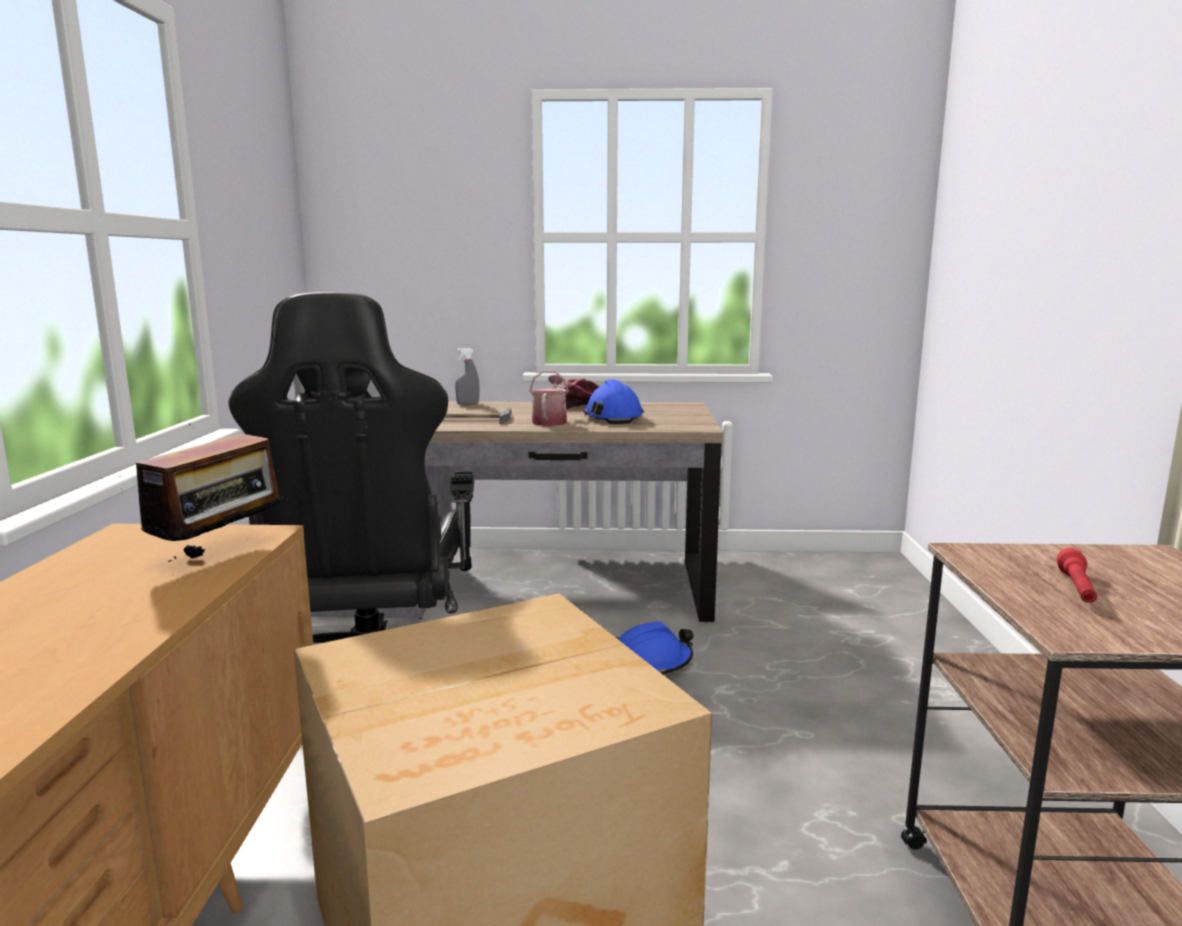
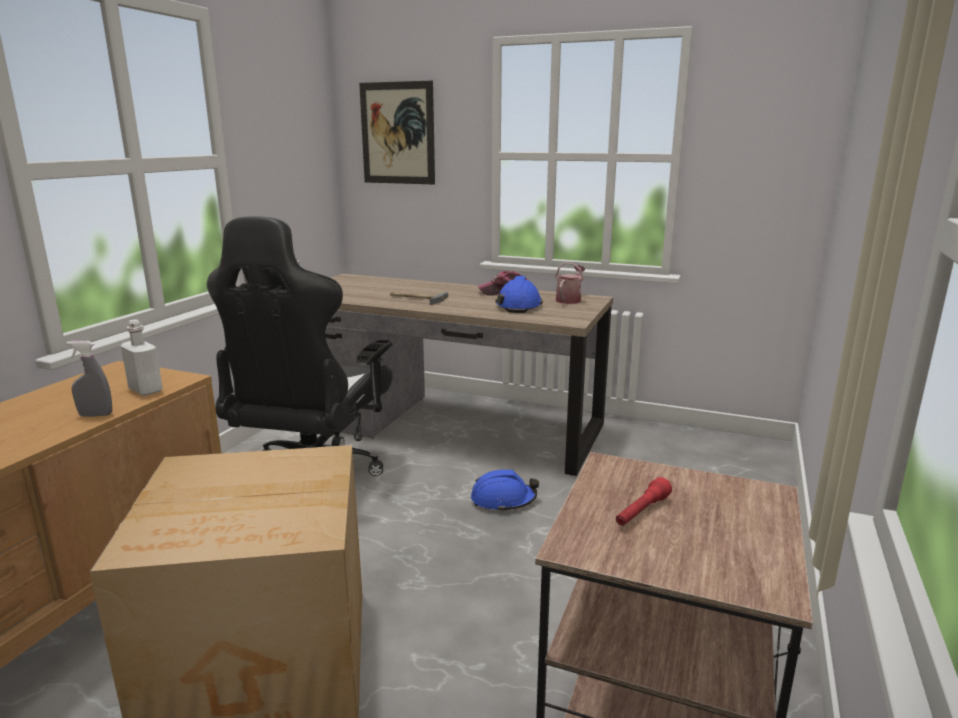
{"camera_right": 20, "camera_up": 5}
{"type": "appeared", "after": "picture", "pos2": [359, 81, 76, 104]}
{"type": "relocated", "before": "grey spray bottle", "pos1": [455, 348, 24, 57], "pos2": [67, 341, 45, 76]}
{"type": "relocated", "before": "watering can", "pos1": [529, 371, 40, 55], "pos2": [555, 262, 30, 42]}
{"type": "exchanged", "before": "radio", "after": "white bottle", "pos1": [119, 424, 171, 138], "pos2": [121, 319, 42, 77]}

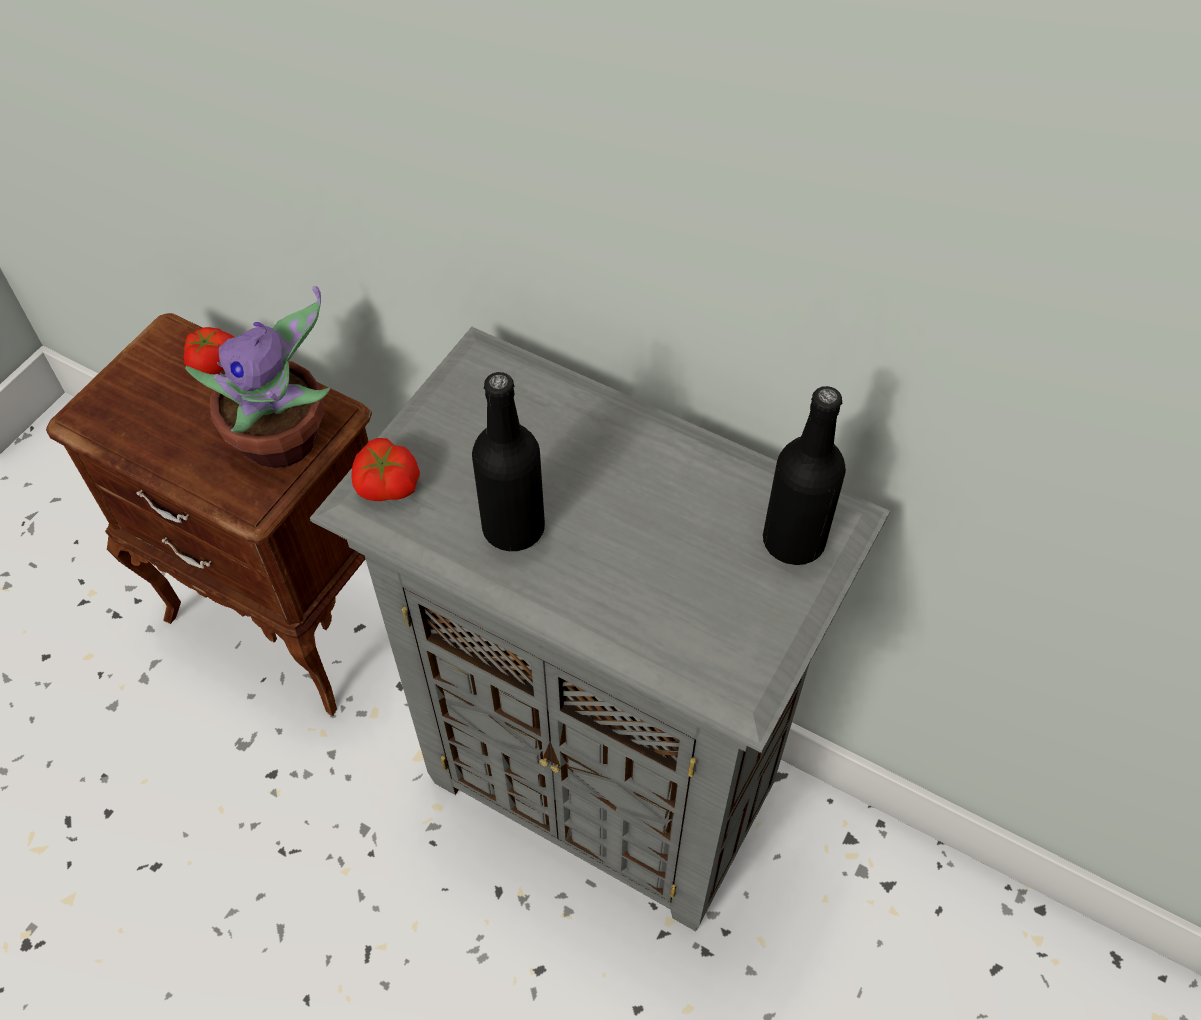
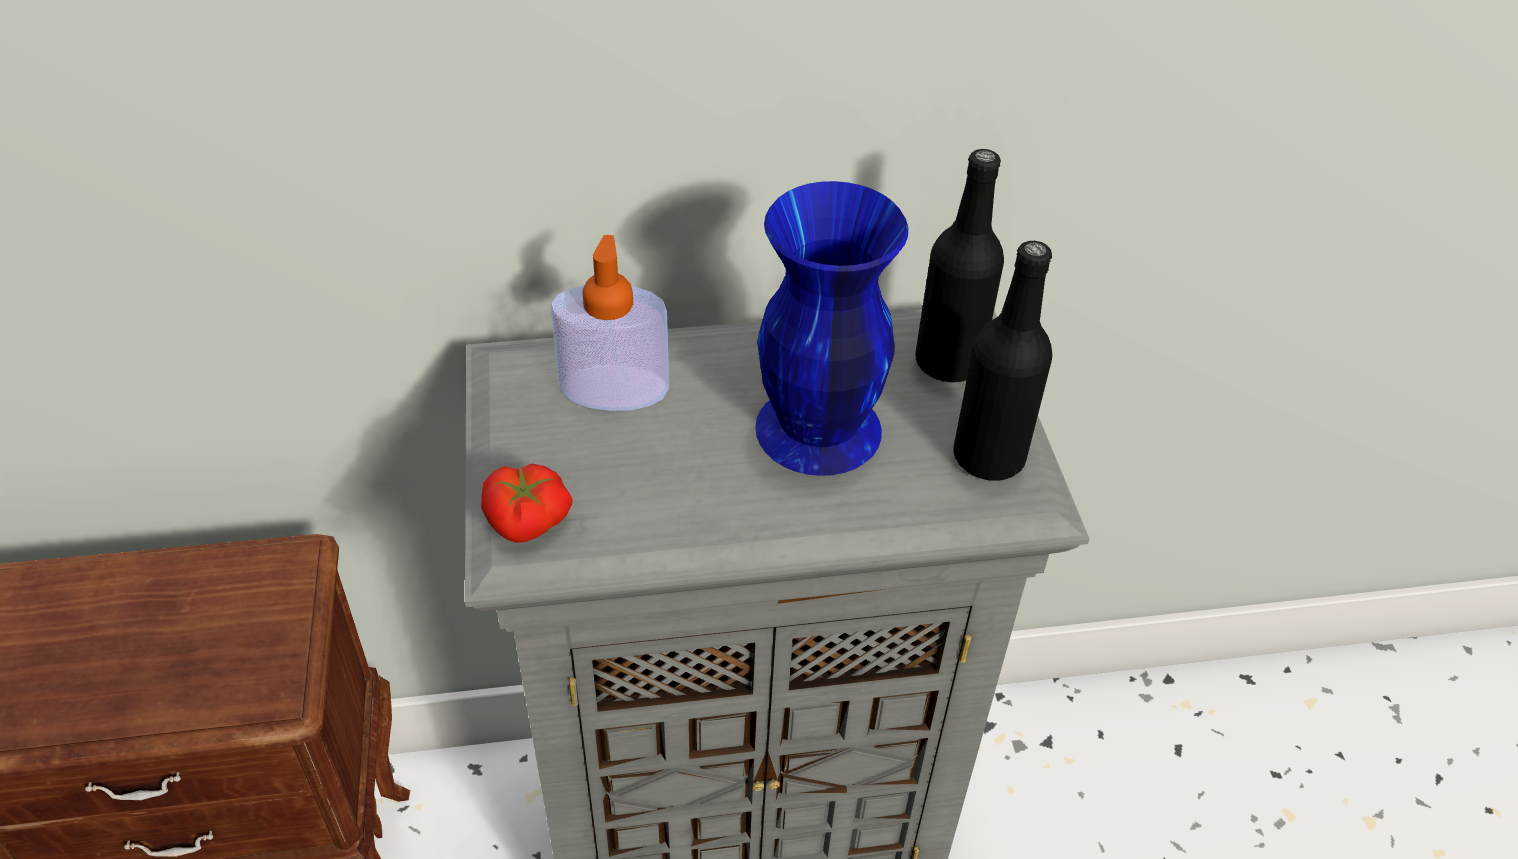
{"camera_right": -40, "camera_up": -10}
{"type": "missing", "before": "tomato", "pos1": [184, 327, 50, 47]}
{"type": "missing", "before": "potted plant", "pos1": [185, 286, 145, 182]}
{"type": "appeared", "after": "soap dispenser", "pos2": [550, 235, 119, 176]}
{"type": "appeared", "after": "blue vase", "pos2": [755, 181, 153, 295]}
{"type": "relocated", "before": "black bottle", "pos1": [472, 372, 73, 179], "pos2": [953, 241, 99, 240]}

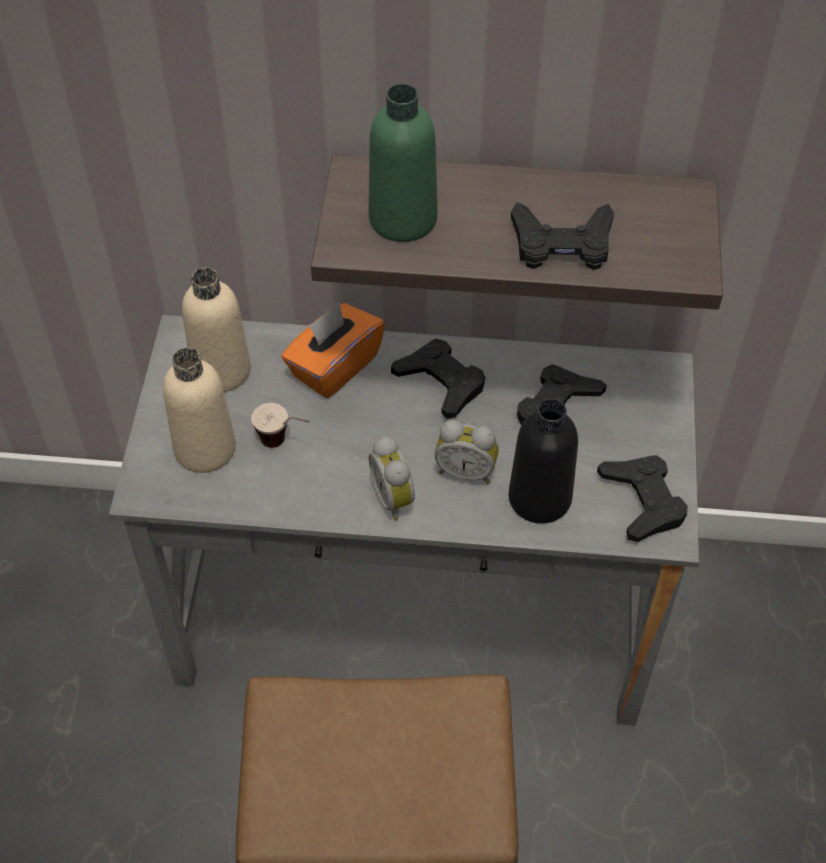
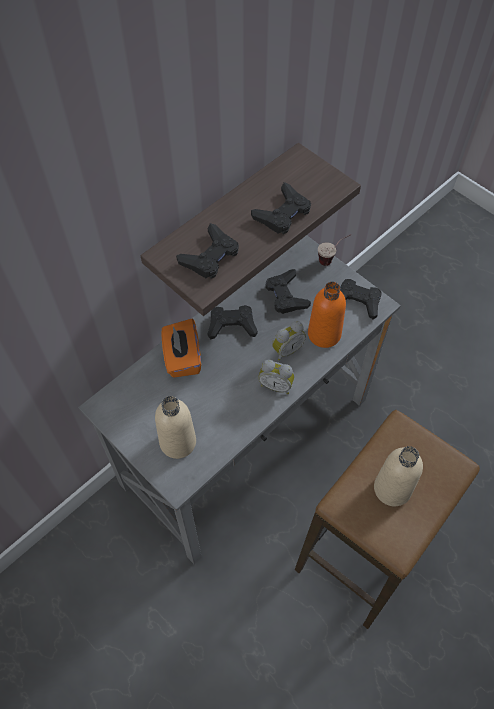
{"camera_right": -50, "camera_up": 5}
{"type": "relocated", "before": "beige bottle", "pos1": [182, 267, 69, 125], "pos2": [374, 446, 49, 60]}
{"type": "relocated", "before": "cup", "pos1": [251, 403, 59, 45], "pos2": [318, 234, 33, 32]}
{"type": "exchanged", "before": "green bottle", "after": "black game controller", "pos1": [369, 84, 69, 158], "pos2": [176, 223, 63, 56]}
{"type": "colour", "before": "black bottle", "after": "orange bottle", "pos1": [509, 399, 69, 125], "pos2": [308, 282, 38, 66]}

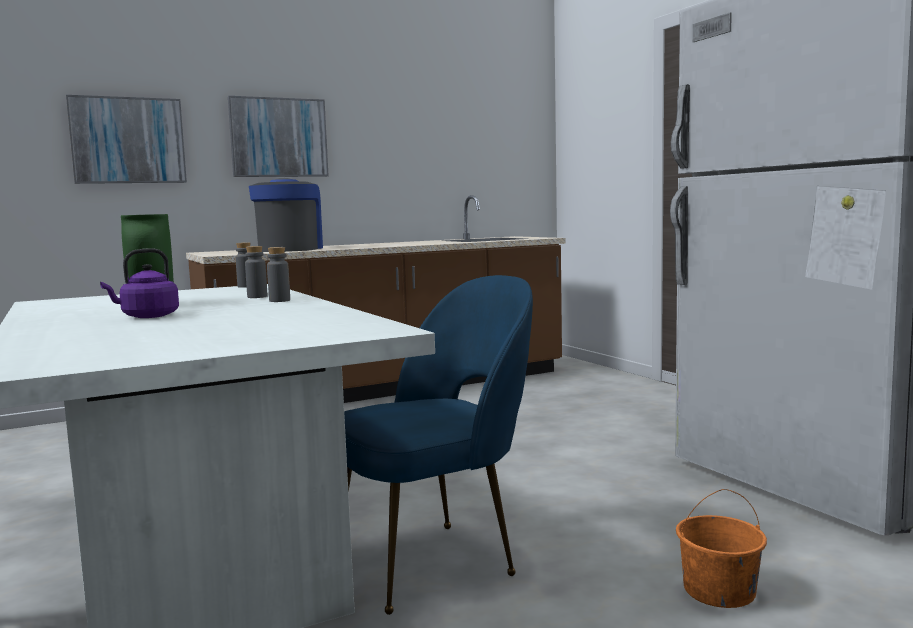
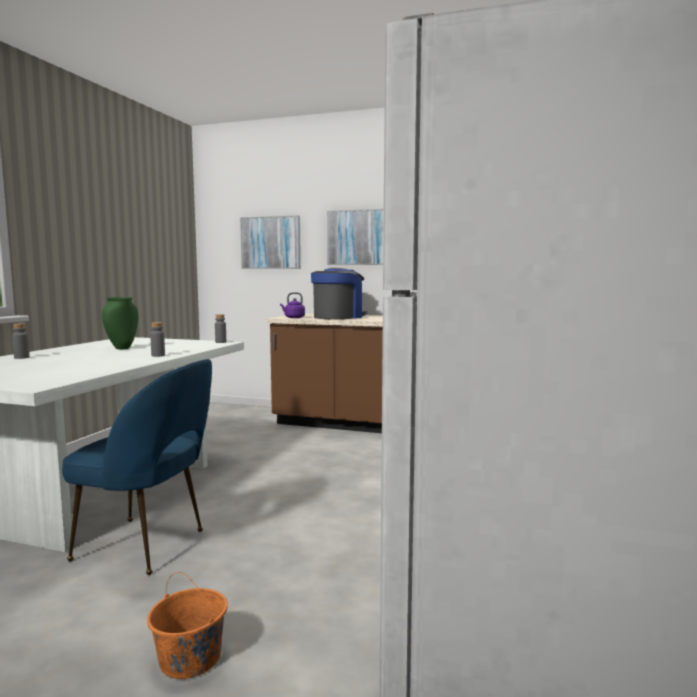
{"camera_right": 45, "camera_up": 0}
{"type": "relocated", "before": "purple kettle", "pos1": [100, 248, 79, 70], "pos2": [280, 292, 25, 26]}
{"type": "relocated", "before": "grey bottle", "pos1": [245, 246, 22, 52], "pos2": [12, 323, 17, 36]}

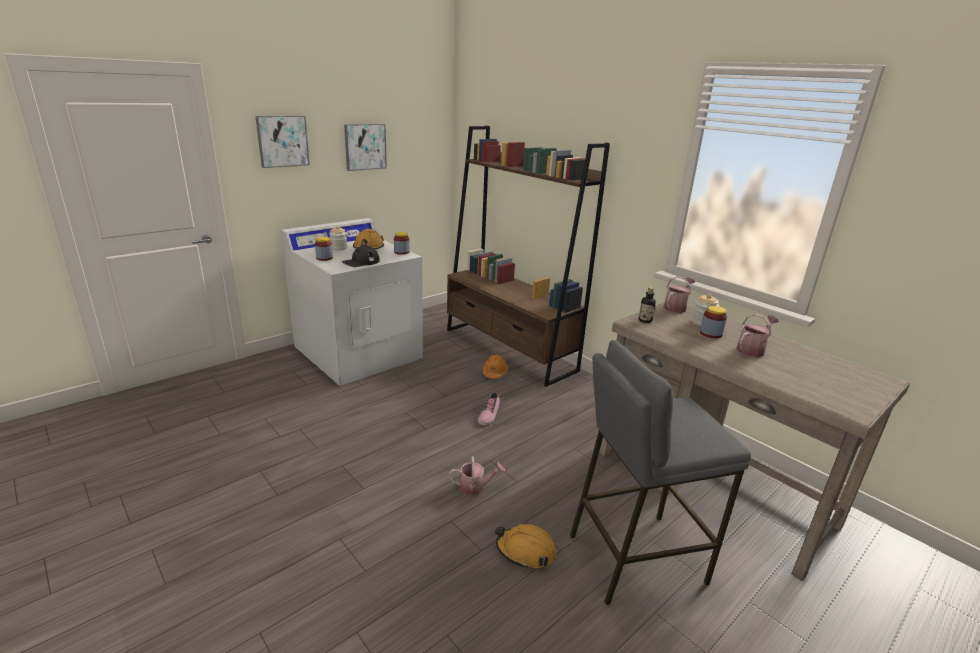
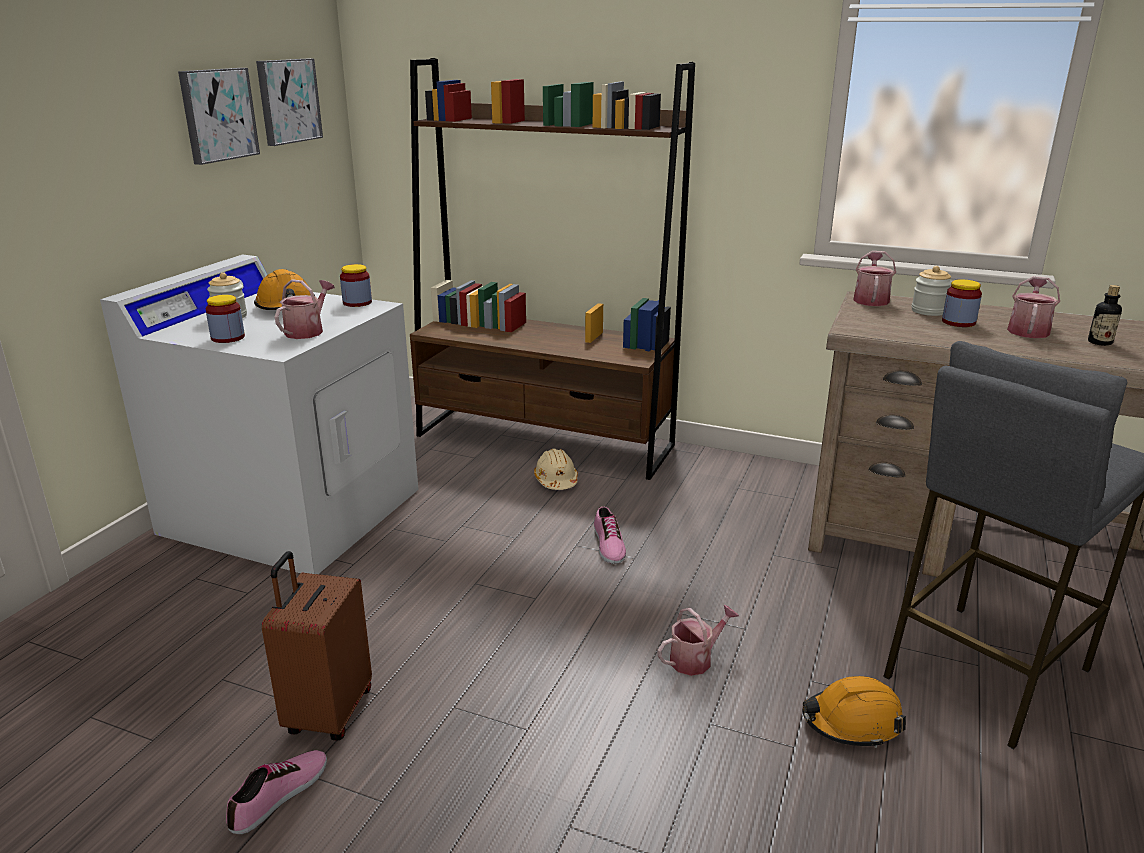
{"camera_right": -25, "camera_up": 0}
{"type": "appeared", "after": "shoe", "pos2": [226, 750, 101, 84]}
{"type": "appeared", "after": "brown suitcase", "pos2": [262, 551, 110, 190]}
{"type": "relocated", "before": "picture", "pos1": [255, 116, 55, 52], "pos2": [256, 59, 67, 87]}
{"type": "relocated", "before": "bottle", "pos1": [639, 287, 17, 36], "pos2": [1088, 285, 34, 61]}
{"type": "exchanged", "before": "black cap", "after": "watering can", "pos1": [341, 246, 39, 21], "pos2": [275, 279, 60, 60]}
{"type": "colour", "before": "orange hard hat", "after": "beige hard hat", "pos1": [483, 354, 25, 24], "pos2": [534, 448, 44, 42]}

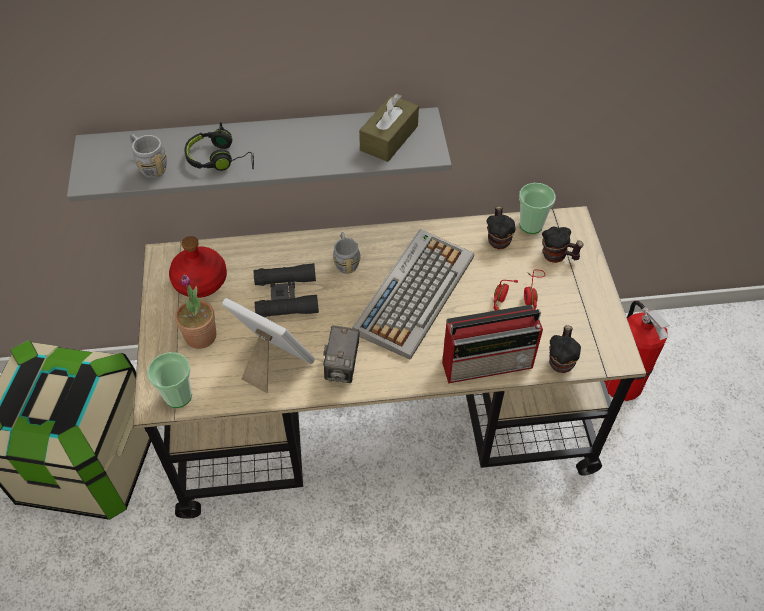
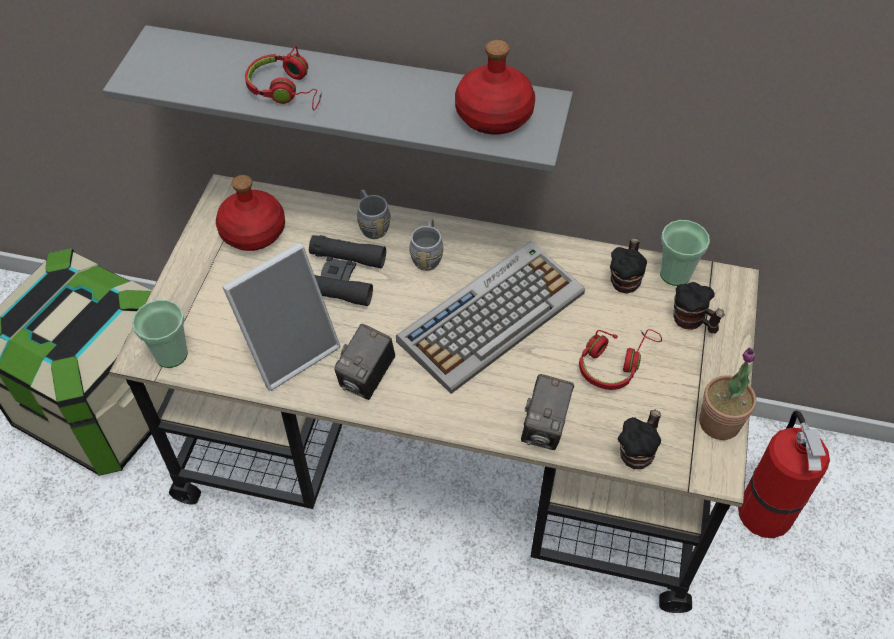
{"camera_right": 20, "camera_up": 0}
{"type": "relocated", "before": "grey mug", "pos1": [130, 134, 37, 44], "pos2": [357, 190, 34, 49]}
{"type": "relocated", "before": "potted plant", "pos1": [175, 275, 41, 74], "pos2": [699, 348, 57, 92]}
{"type": "exchanged", "before": "brown tissue box", "after": "red bottle", "pos1": [359, 94, 60, 68], "pos2": [455, 40, 80, 94]}
{"type": "exchanged", "before": "radio", "after": "photo camera", "pos1": [442, 305, 101, 79], "pos2": [521, 374, 53, 76]}
{"type": "colour", "before": "black headphones", "after": "red headphones", "pos1": [185, 122, 69, 49], "pos2": [245, 46, 77, 64]}
{"type": "spun", "before": "picture frame", "pos1": [222, 298, 93, 95], "pos2": [222, 243, 119, 148], "turn": 90}

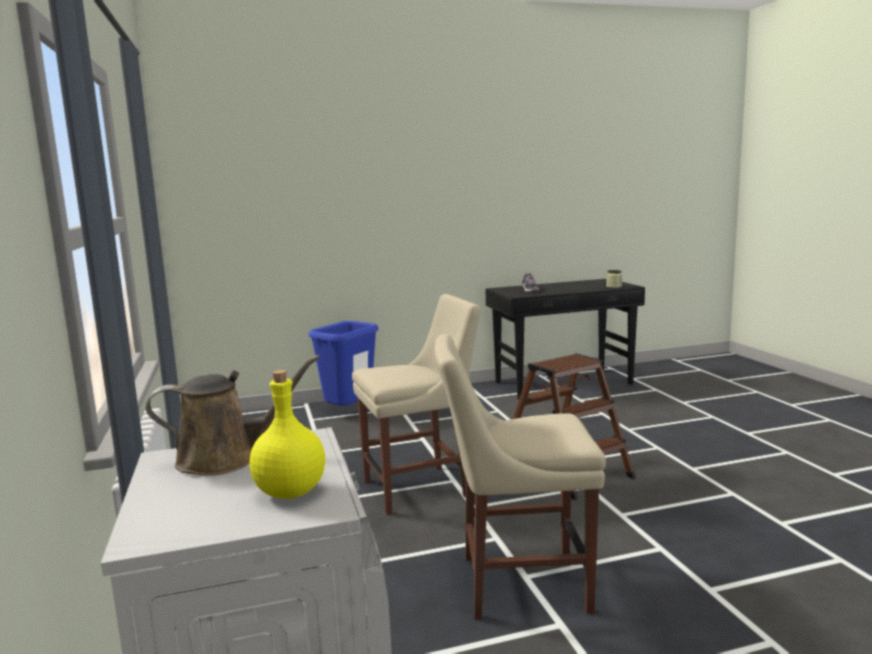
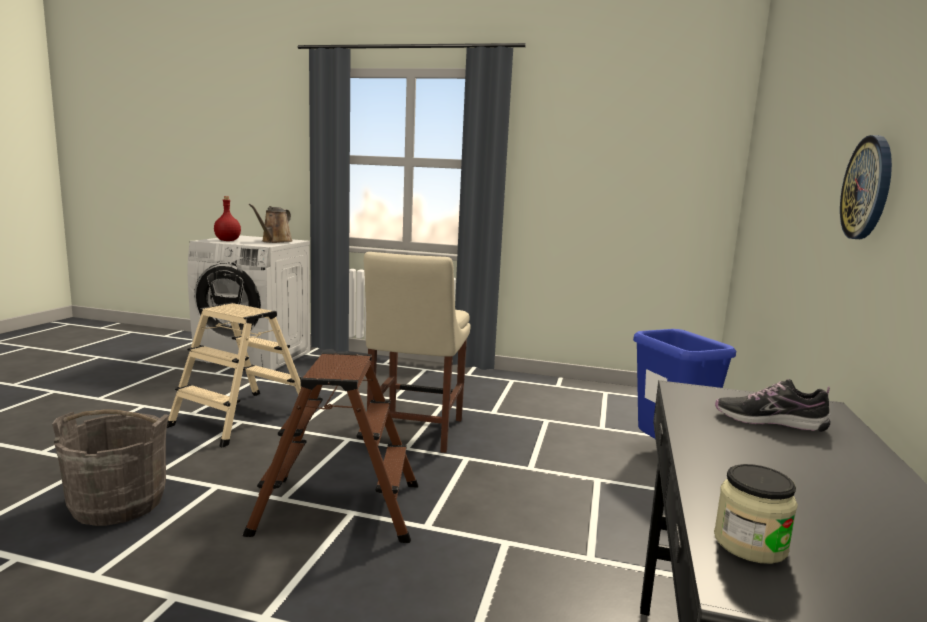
{"camera_right": 120, "camera_up": 0}
{"type": "appeared", "after": "grey bucket", "pos2": [52, 409, 117, 117]}
{"type": "appeared", "after": "wall clock", "pos2": [840, 135, 52, 104]}
{"type": "exchanged", "before": "beige chair", "after": "beige step ladder", "pos1": [435, 334, 171, 286], "pos2": [167, 302, 135, 145]}
{"type": "colour", "before": "yellow bottle", "after": "red bottle", "pos1": [250, 370, 75, 129], "pos2": [214, 196, 27, 45]}

